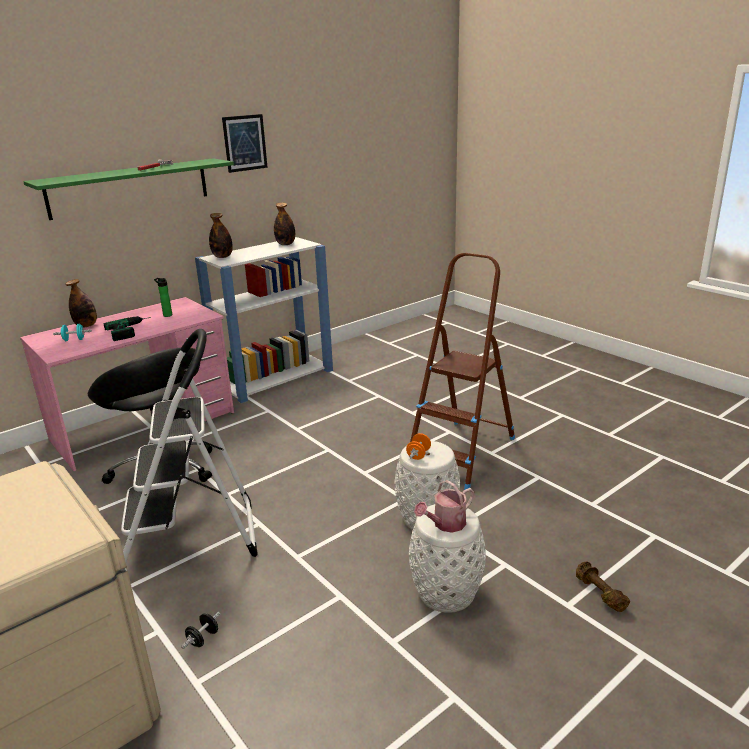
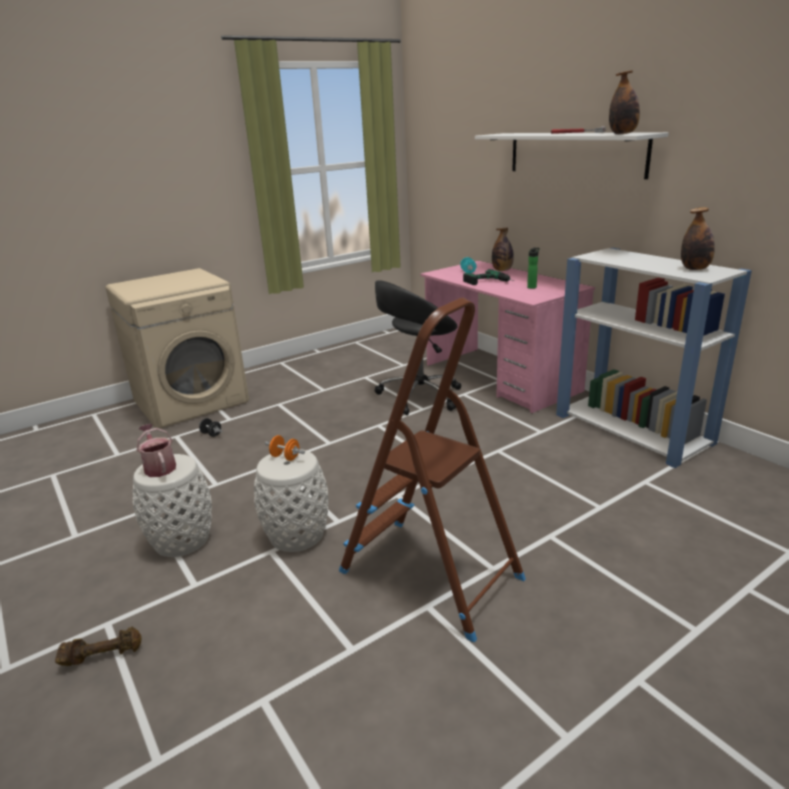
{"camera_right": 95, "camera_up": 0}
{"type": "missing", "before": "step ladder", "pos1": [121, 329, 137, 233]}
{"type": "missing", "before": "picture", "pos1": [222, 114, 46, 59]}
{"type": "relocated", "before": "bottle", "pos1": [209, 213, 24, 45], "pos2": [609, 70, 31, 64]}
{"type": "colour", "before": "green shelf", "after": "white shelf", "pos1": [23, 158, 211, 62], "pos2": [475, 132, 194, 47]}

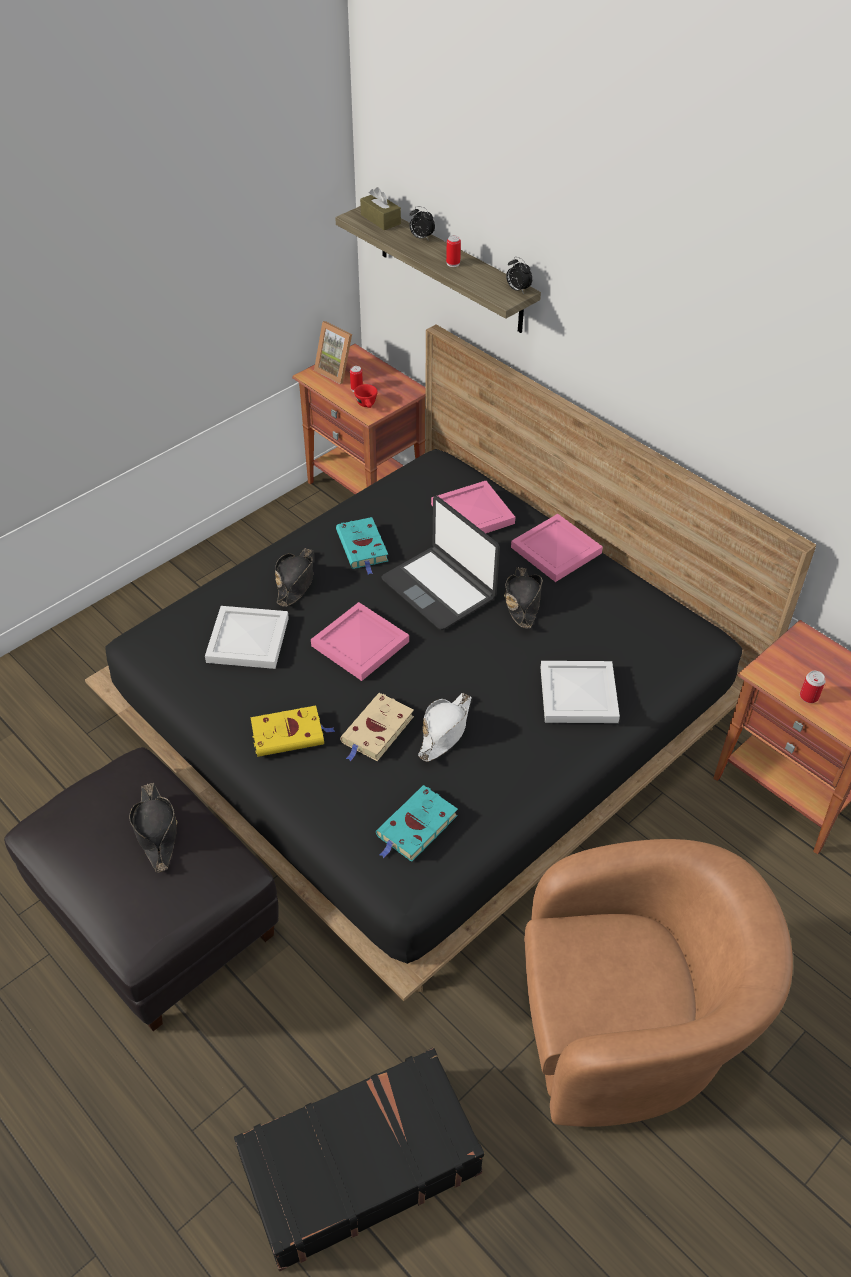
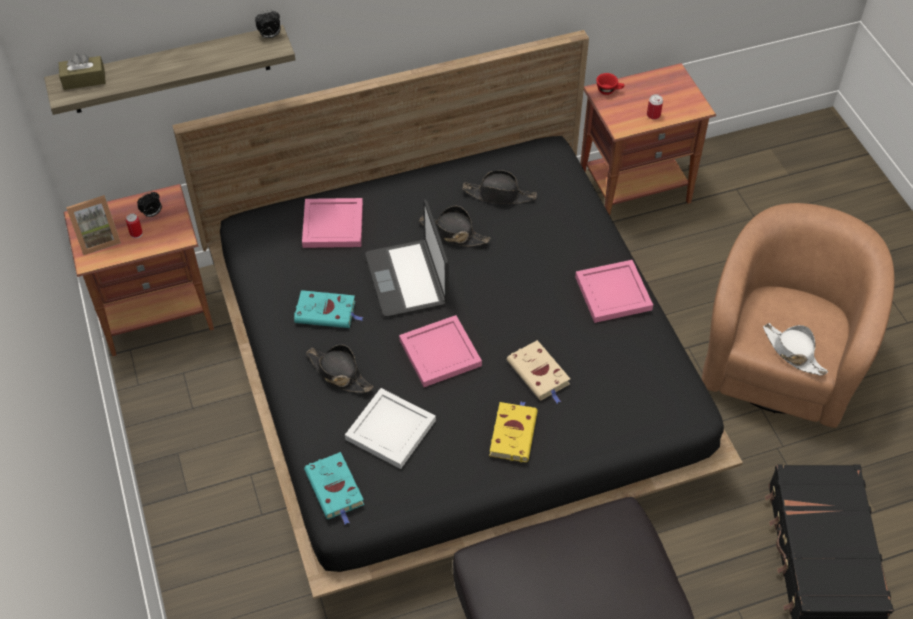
{"camera_right": -65, "camera_up": 5}
{"type": "missing", "before": "can", "pos1": [446, 235, 15, 32]}
{"type": "missing", "before": "white tray", "pos1": [540, 661, 80, 62]}
{"type": "relocated", "before": "black hat", "pos1": [129, 783, 48, 90], "pos2": [463, 170, 74, 34]}
{"type": "relocated", "before": "red cup", "pos1": [354, 384, 24, 24], "pos2": [596, 73, 28, 22]}
{"type": "relocated", "before": "turquoise book", "pos1": [376, 785, 82, 77], "pos2": [304, 452, 60, 73]}
{"type": "relocated", "before": "alarm clock", "pos1": [409, 206, 26, 35], "pos2": [137, 192, 25, 26]}
{"type": "relocated", "before": "white hat", "pos1": [418, 693, 54, 69], "pos2": [763, 323, 65, 53]}
{"type": "relocated", "before": "pink tray", "pos1": [511, 514, 92, 68], "pos2": [575, 260, 78, 63]}
{"type": "spun", "before": "laptop", "pos1": [381, 496, 119, 134], "pos2": [365, 199, 84, 118], "turn": 90}

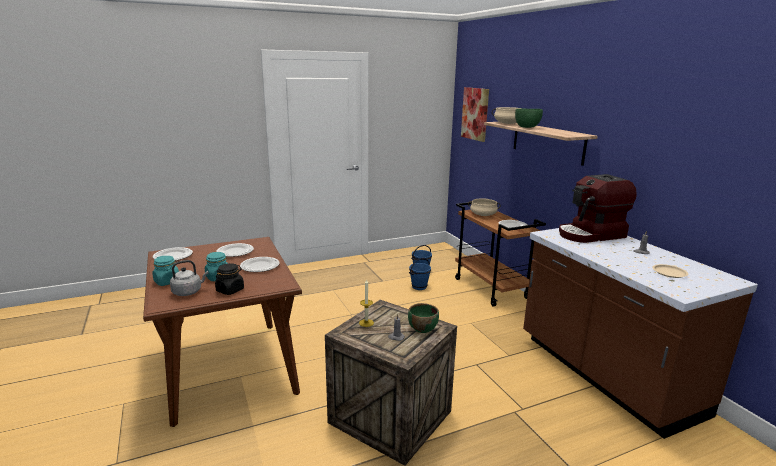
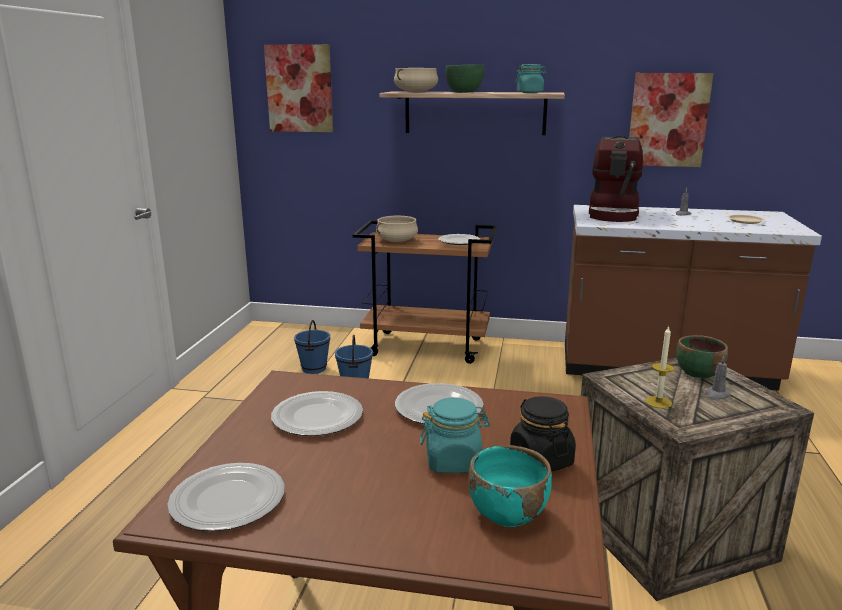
{"camera_right": -55, "camera_up": 0}
{"type": "appeared", "after": "picture", "pos2": [629, 73, 85, 94]}
{"type": "relocated", "before": "turquoise jar", "pos1": [152, 256, 27, 30], "pos2": [515, 64, 32, 29]}
{"type": "exchanged", "before": "grey kettle", "after": "turquoise bowl", "pos1": [170, 260, 38, 36], "pos2": [468, 445, 84, 82]}

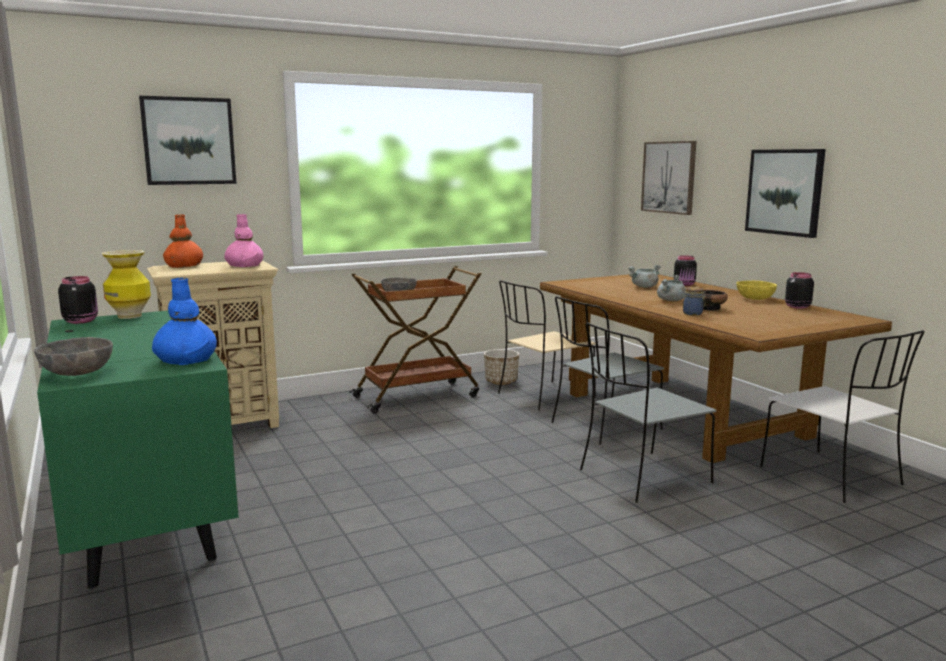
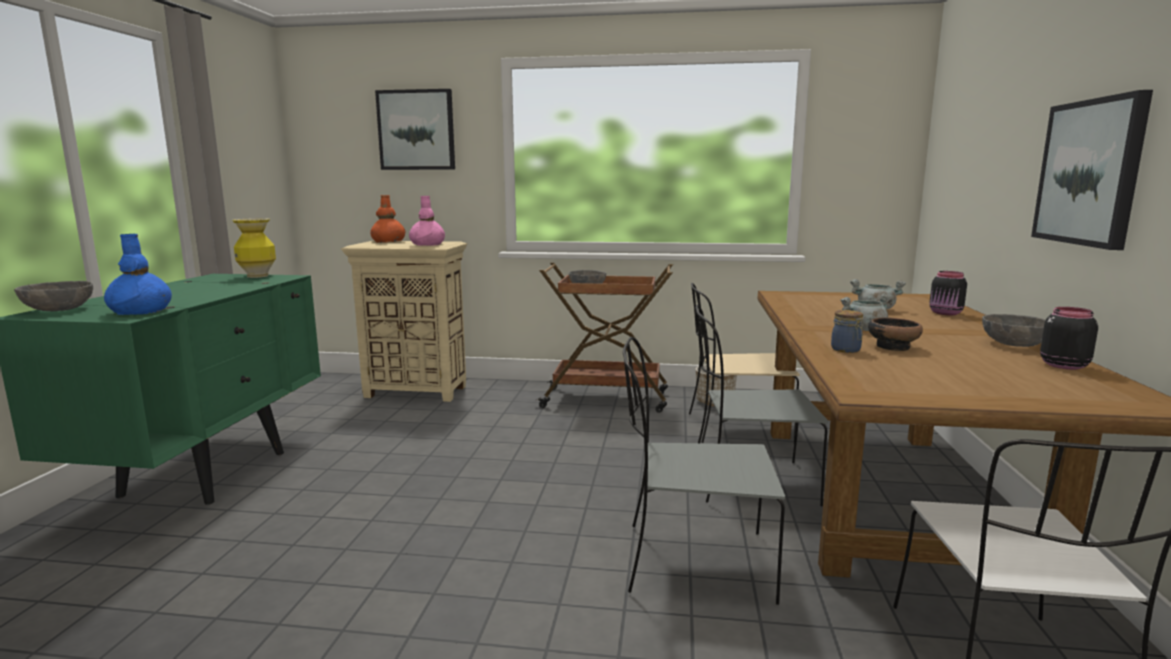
{"camera_right": 35, "camera_up": 0}
{"type": "missing", "before": "black jar", "pos1": [58, 276, 40, 48]}
{"type": "missing", "before": "picture", "pos1": [641, 141, 55, 74]}
{"type": "colour", "before": "yellow bowl", "after": "grey bowl", "pos1": [736, 281, 41, 19], "pos2": [982, 314, 63, 33]}

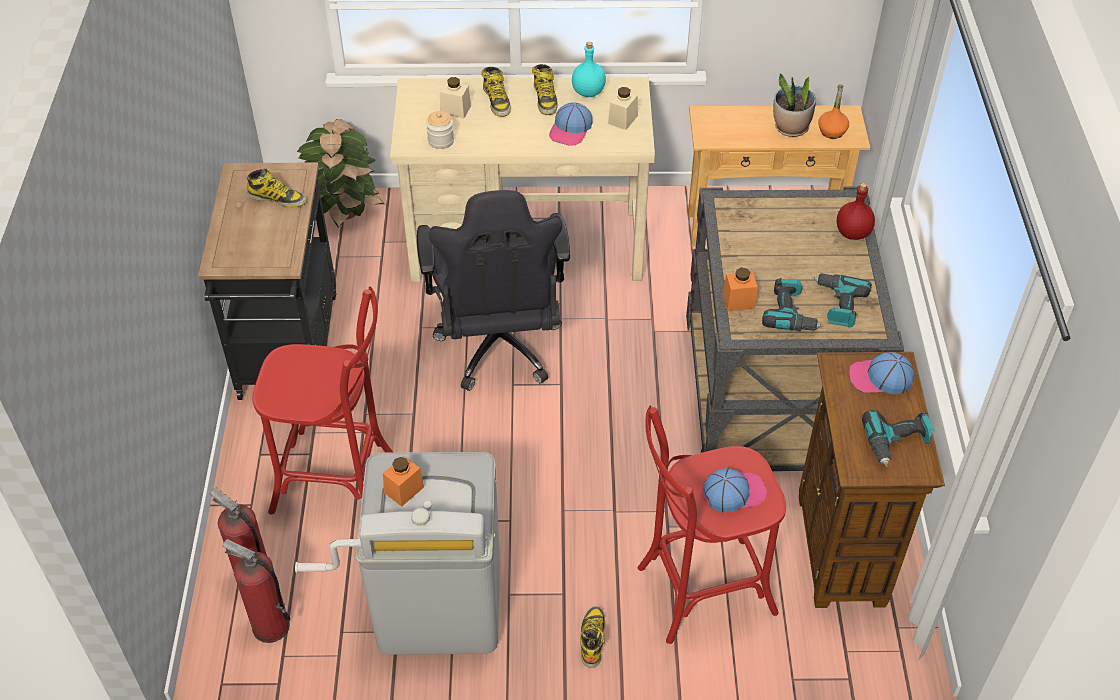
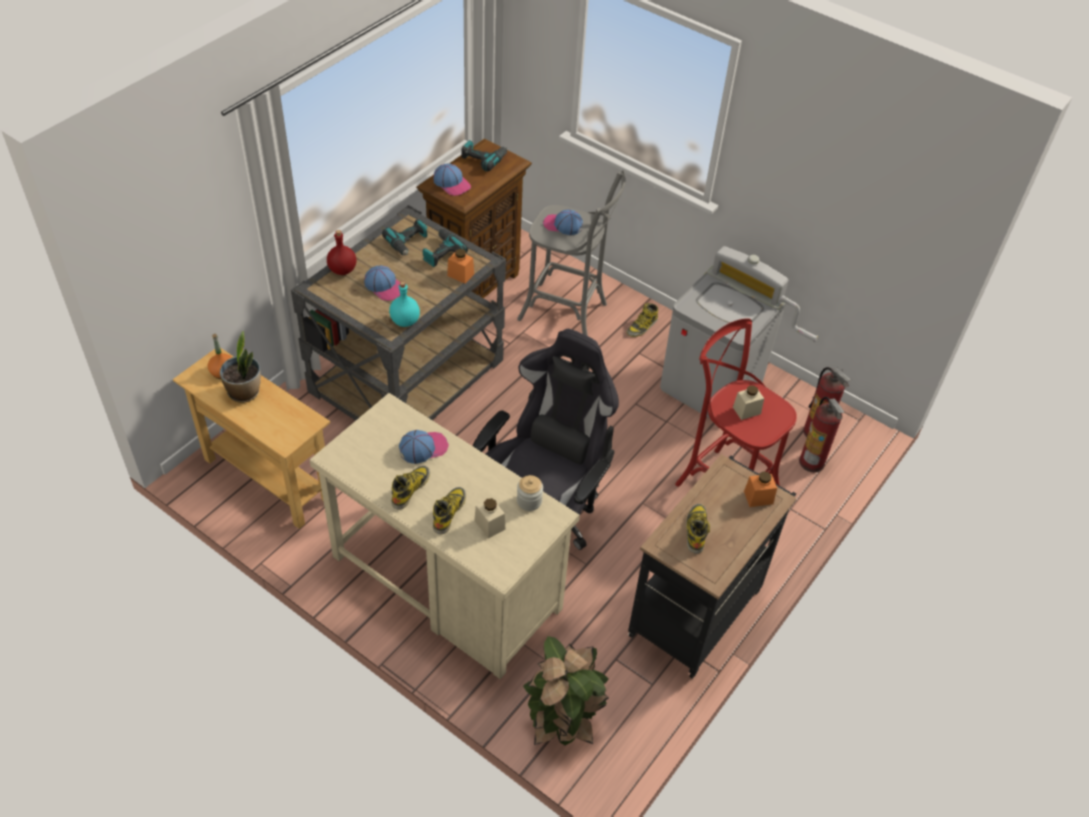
{"camera_right": -145, "camera_up": 0}
{"type": "appeared", "after": "cap", "pos2": [364, 265, 36, 36]}
{"type": "relocated", "before": "orange jar", "pos1": [383, 456, 41, 51], "pos2": [744, 471, 33, 36]}
{"type": "relocated", "before": "turquoise bottle", "pos1": [572, 42, 34, 55], "pos2": [389, 281, 31, 46]}
{"type": "relocated", "before": "beige jar", "pos1": [608, 87, 30, 43], "pos2": [733, 385, 31, 35]}
{"type": "colour", "before": "red stool", "after": "grey stool", "pos1": [638, 405, 148, 239], "pos2": [517, 170, 108, 166]}
{"type": "spun", "before": "boot", "pos1": [247, 168, 60, 40], "pos2": [686, 504, 24, 50], "turn": 45}

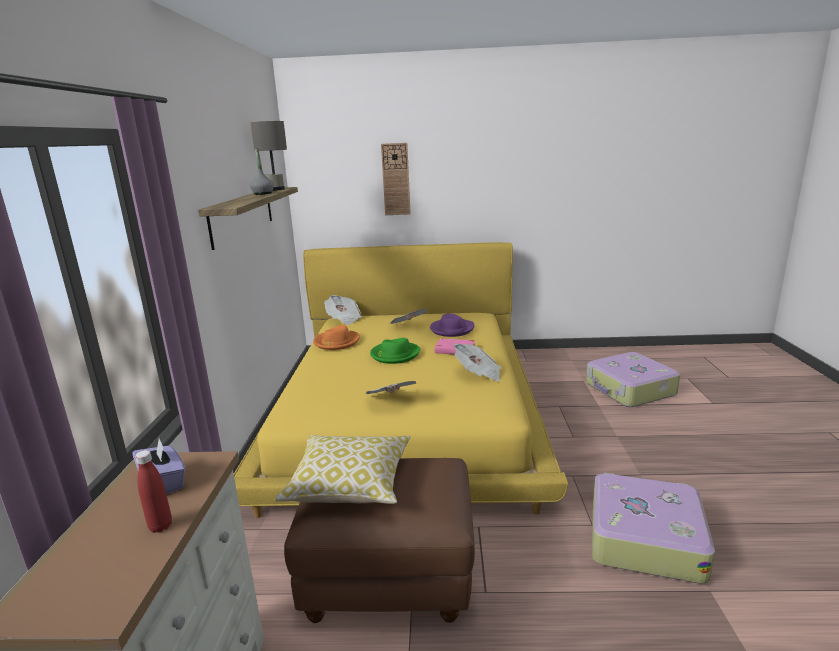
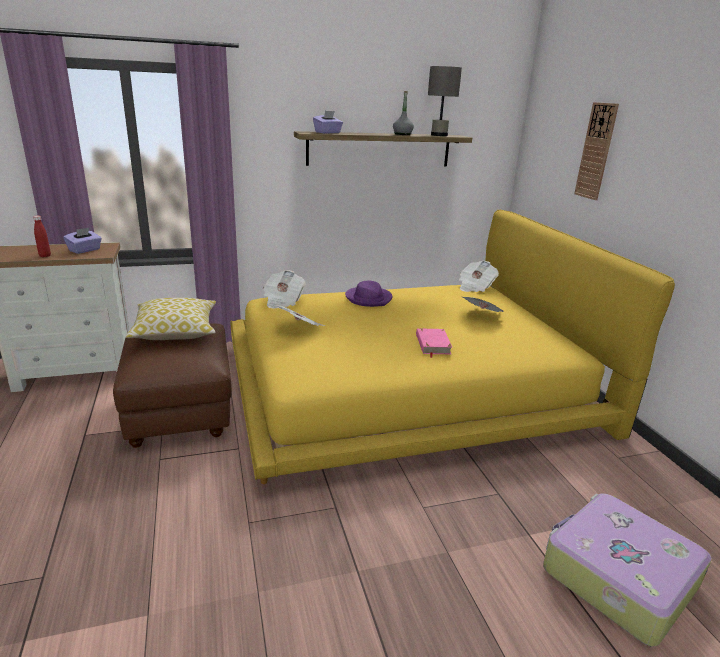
{"camera_right": 70, "camera_up": 5}
{"type": "missing", "before": "orange hat", "pos1": [313, 325, 47, 25]}
{"type": "missing", "before": "green hat", "pos1": [370, 338, 50, 26]}
{"type": "missing", "before": "suitcase", "pos1": [592, 473, 123, 111]}
{"type": "appeared", "after": "purple tissue box", "pos2": [313, 111, 30, 23]}
{"type": "relocated", "before": "purple hat", "pos1": [430, 313, 44, 24], "pos2": [345, 281, 47, 26]}
{"type": "relocated", "before": "newspaper", "pos1": [454, 343, 47, 38], "pos2": [263, 270, 43, 38]}

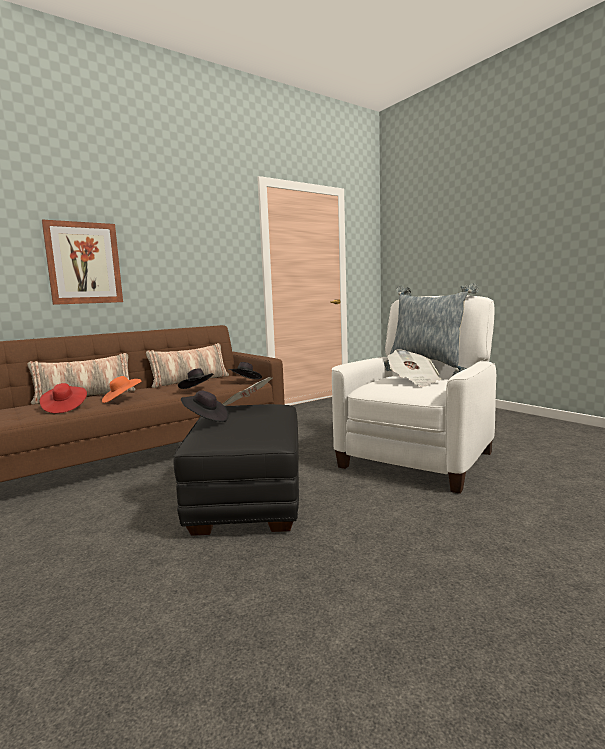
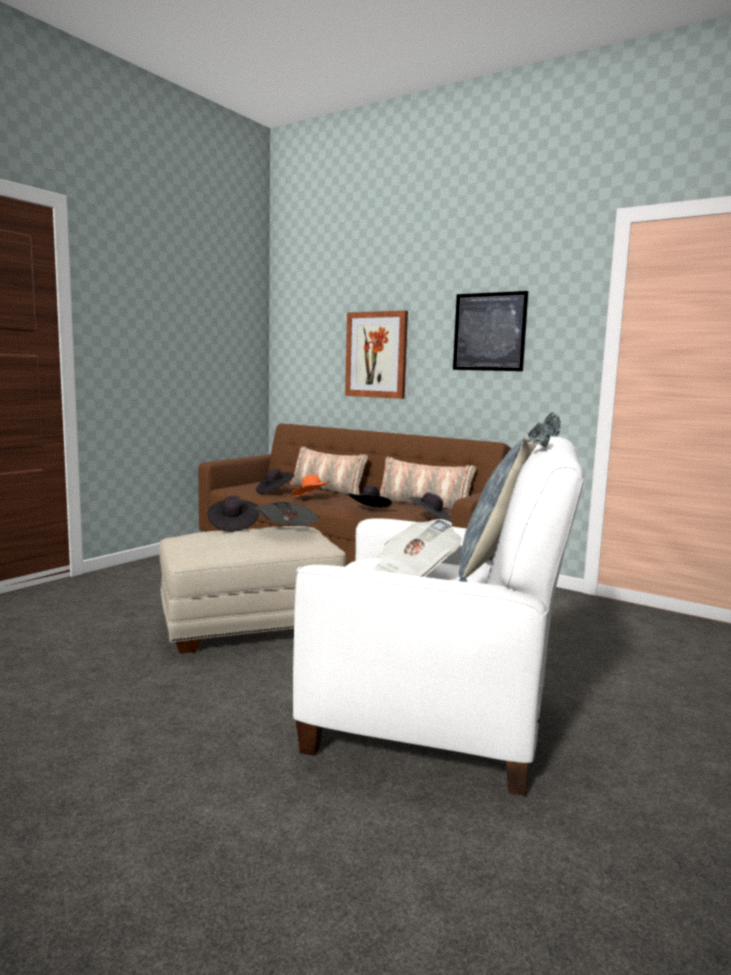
{"camera_right": 70, "camera_up": 0}
{"type": "appeared", "after": "picture", "pos2": [453, 291, 75, 80]}
{"type": "colour", "before": "red hat", "after": "black hat", "pos1": [40, 383, 47, 30], "pos2": [256, 469, 39, 25]}
{"type": "colour", "before": "black ottoman", "after": "beige ottoman", "pos1": [174, 404, 125, 132], "pos2": [160, 526, 186, 128]}

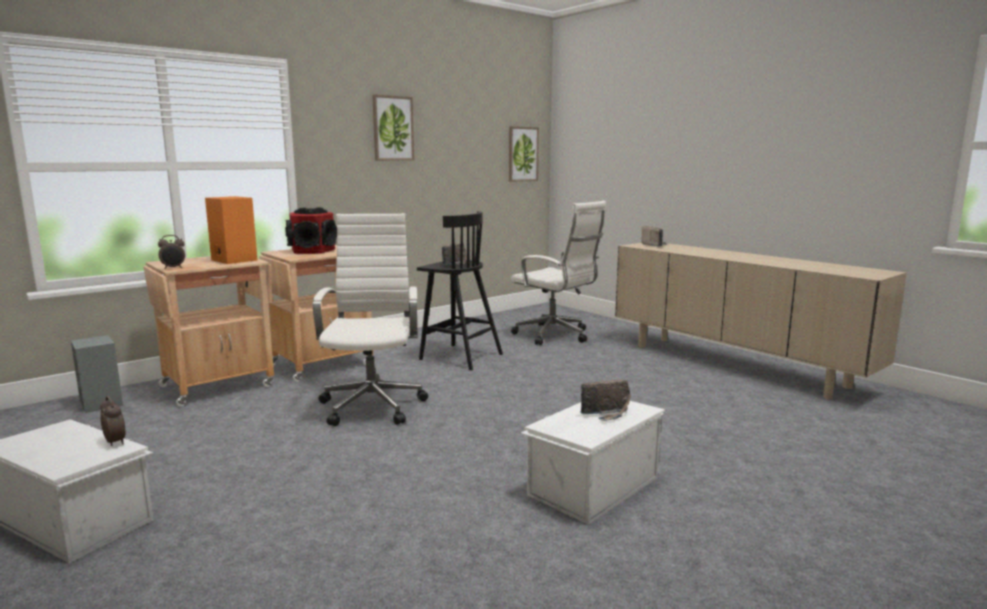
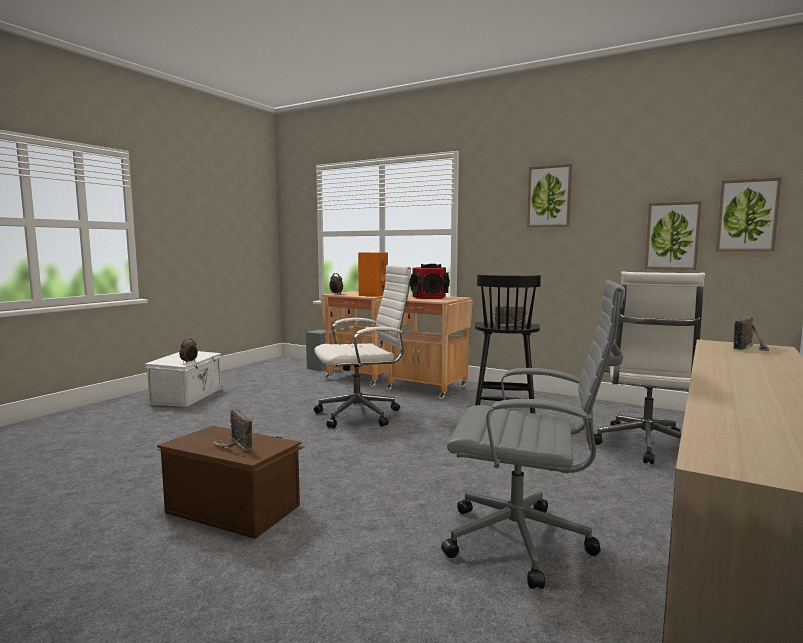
{"camera_right": 70, "camera_up": -5}
{"type": "appeared", "after": "grey office chair", "pos2": [441, 280, 184, 309]}
{"type": "appeared", "after": "picture", "pos2": [645, 201, 57, 69]}
{"type": "colour", "before": "white storage box", "after": "brown storage box", "pos1": [521, 401, 144, 123], "pos2": [157, 426, 148, 113]}

